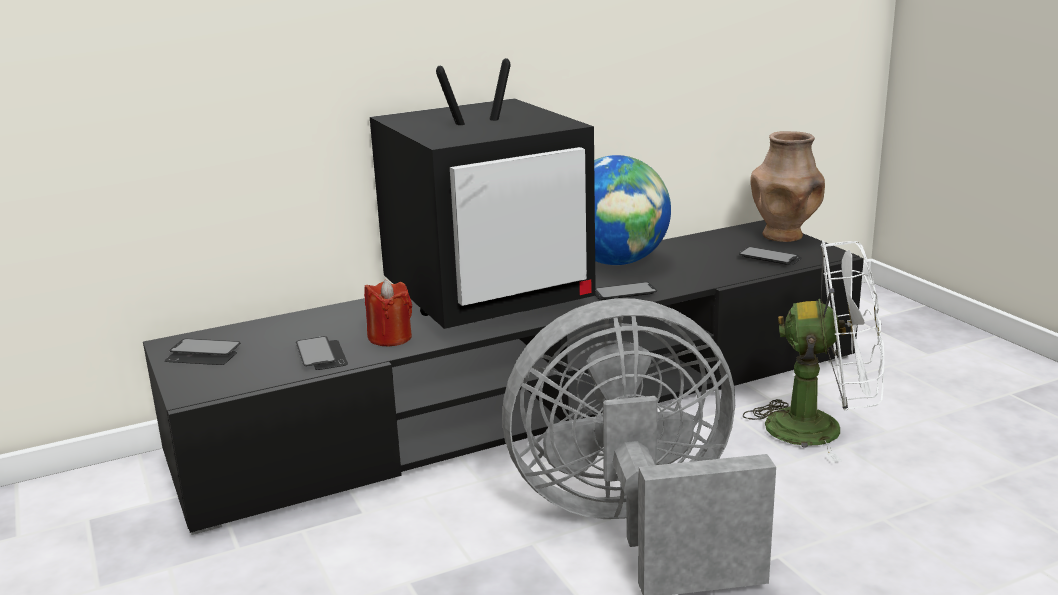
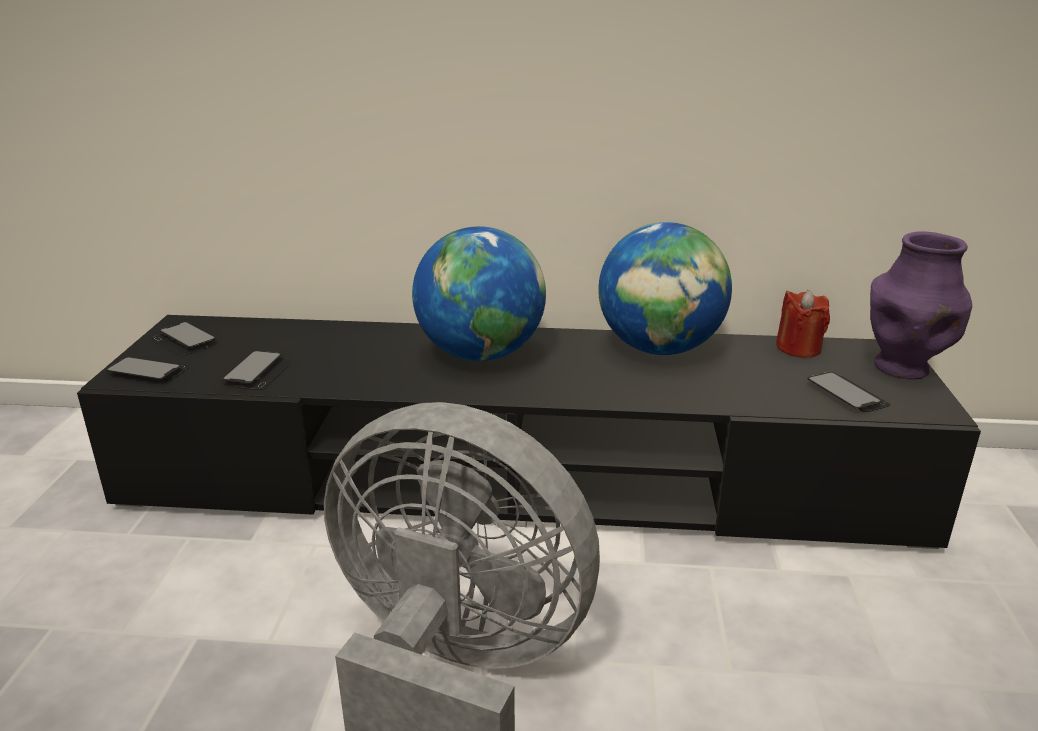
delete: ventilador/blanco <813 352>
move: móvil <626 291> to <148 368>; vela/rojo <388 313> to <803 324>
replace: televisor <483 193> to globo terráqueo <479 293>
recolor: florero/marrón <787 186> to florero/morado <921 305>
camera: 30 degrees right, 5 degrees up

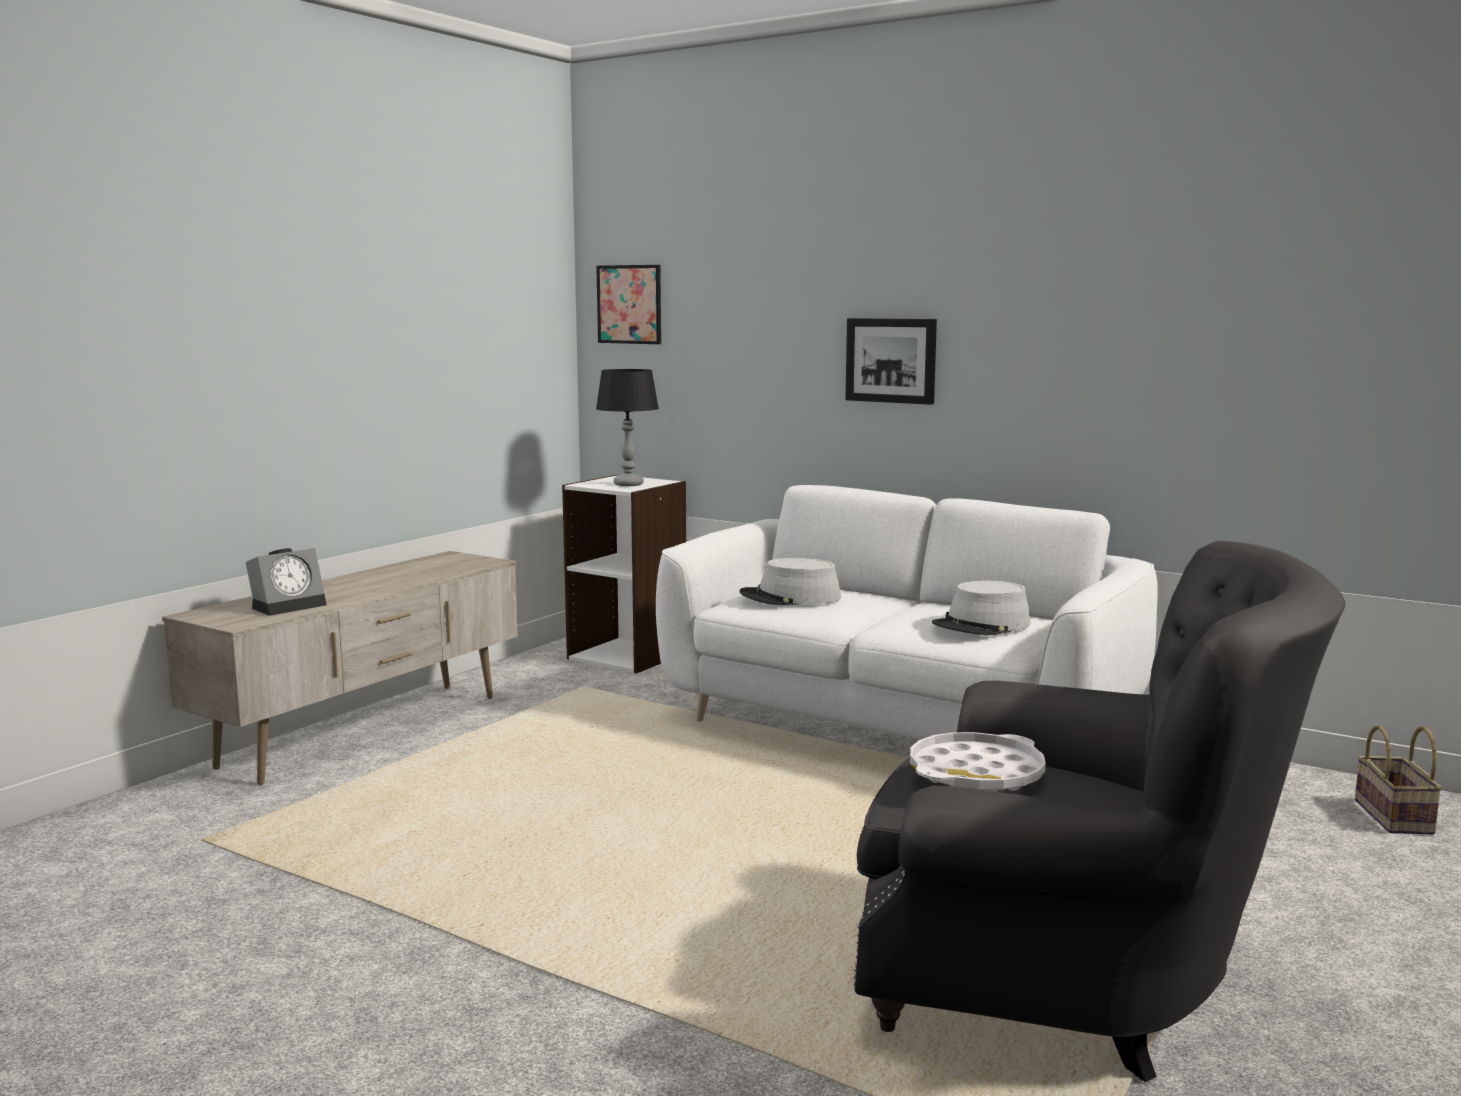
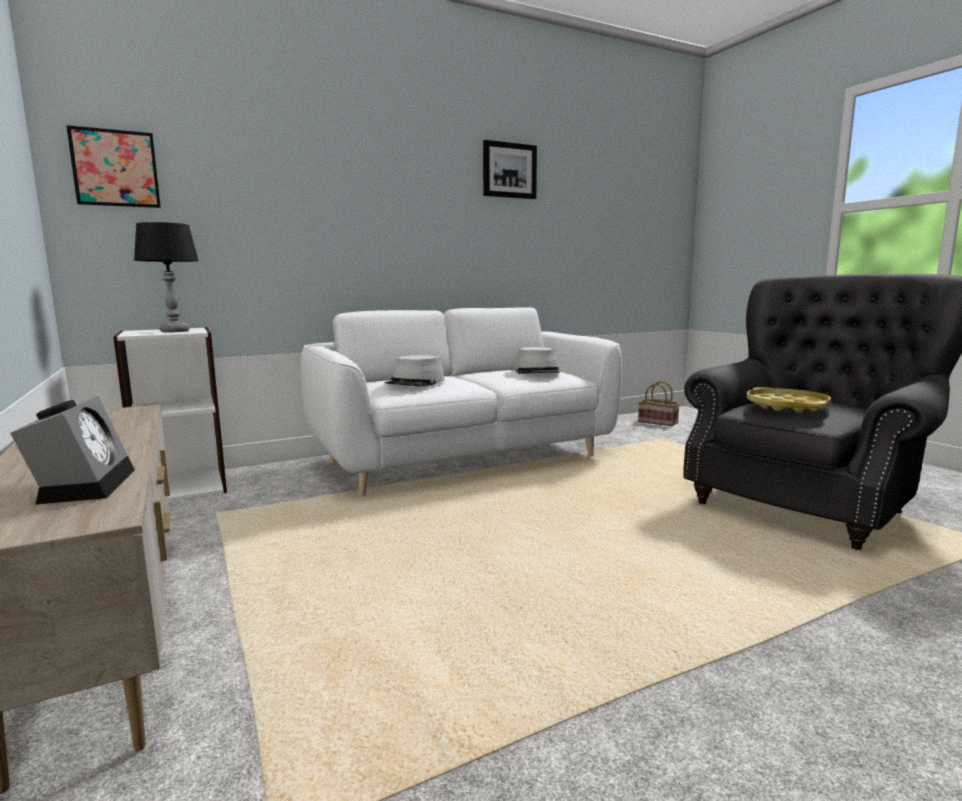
move: cuadro <891 361> to <510 169>
recolor: bandeja/blanco <978 762> to bandeja/amarillo <788 399>
camera: 60 degrees left, 0 degrees up

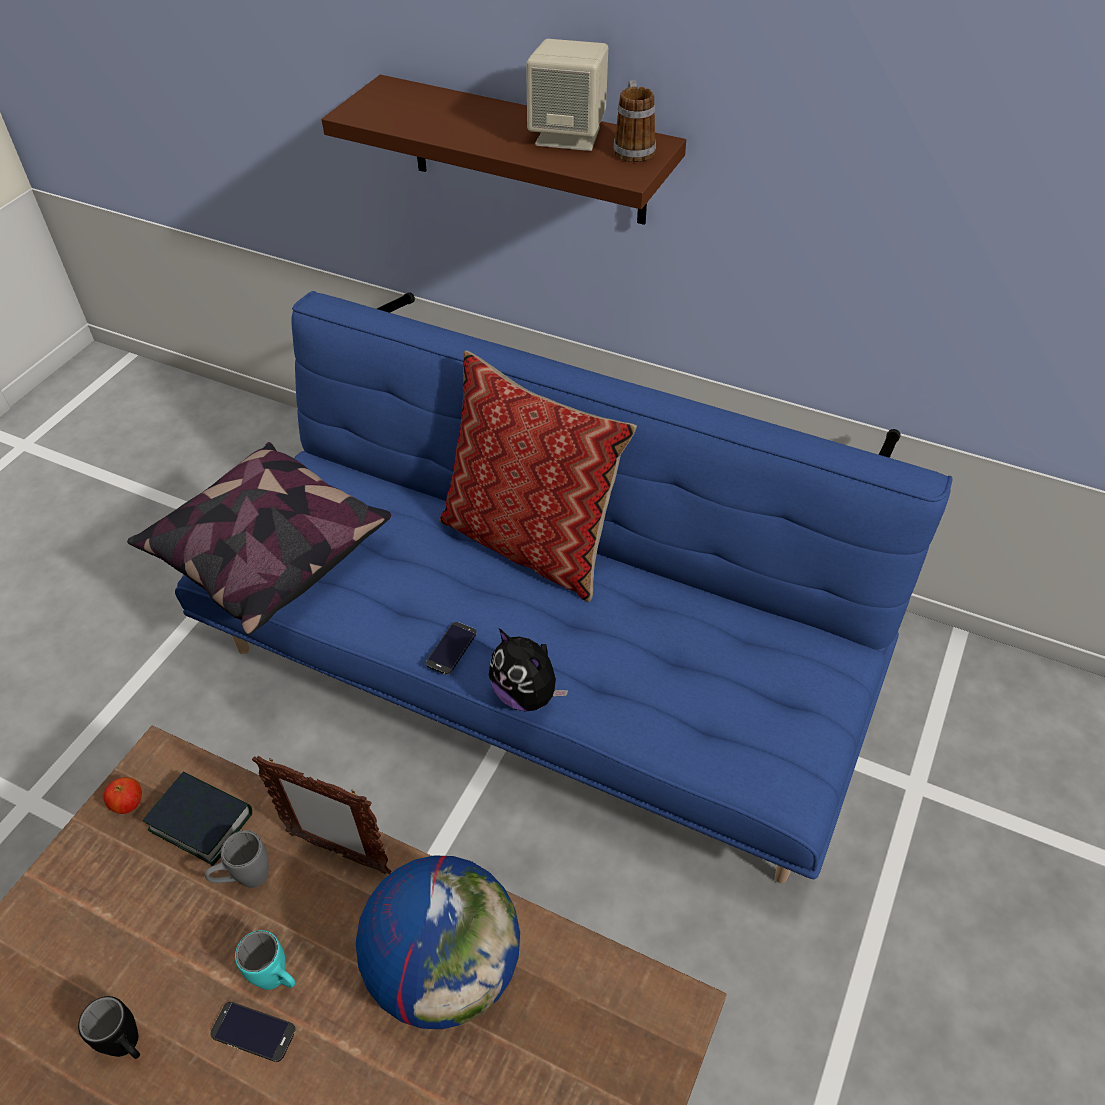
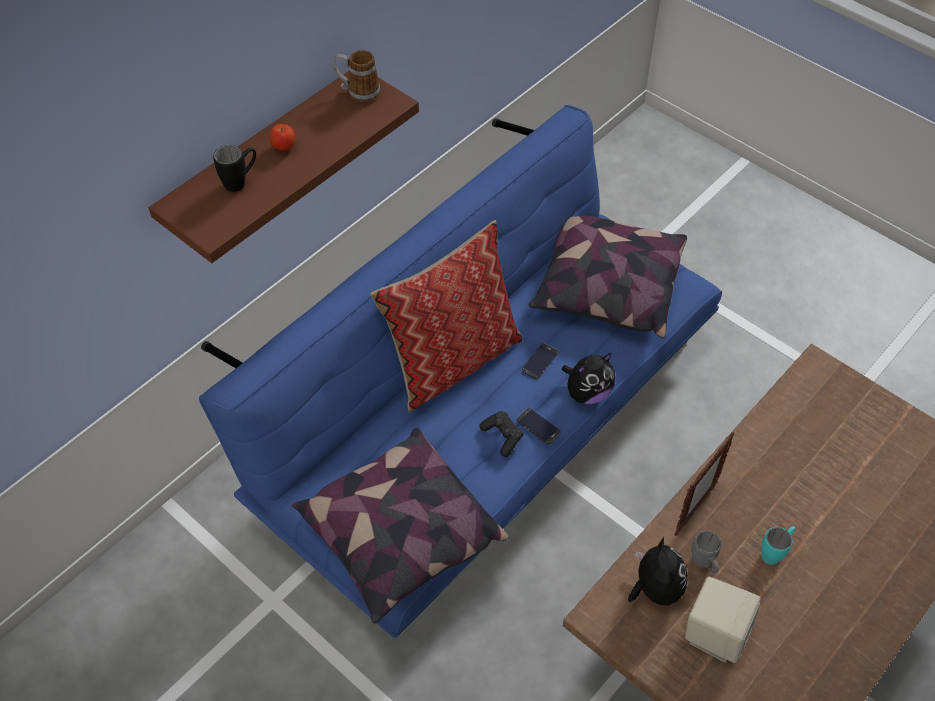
delete: globo terráqueo <438 942>
insert: mando de consola/negro <501 434>; cojín <608 277>
move: taza grande/negro <109 1027> to <234 168>; manzana <123 795> to <283 137>; móvil <253 1032> to <540 361>; altavoz/beis <567 95> to <722 620>
replace: libro <197 819> to peluche <658 571>
camera: 75 degrees left, 5 degrees up

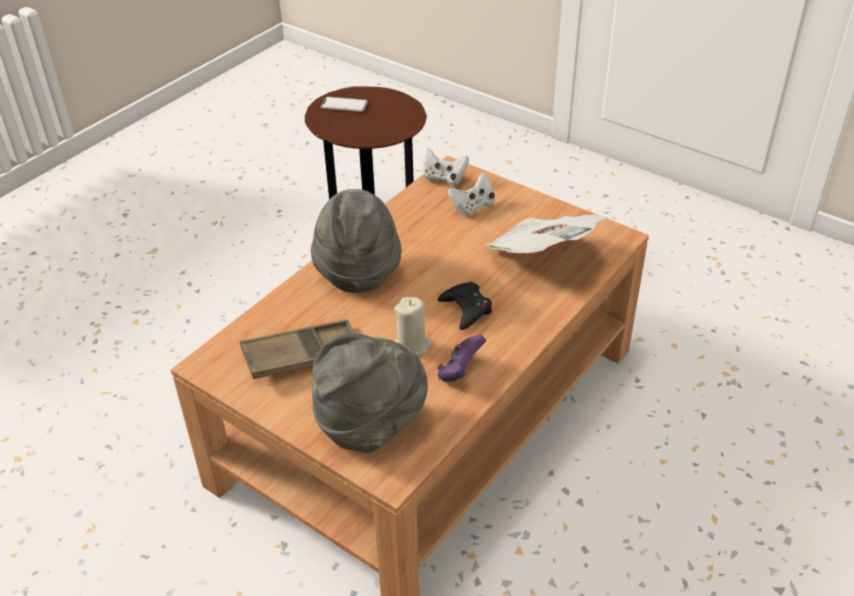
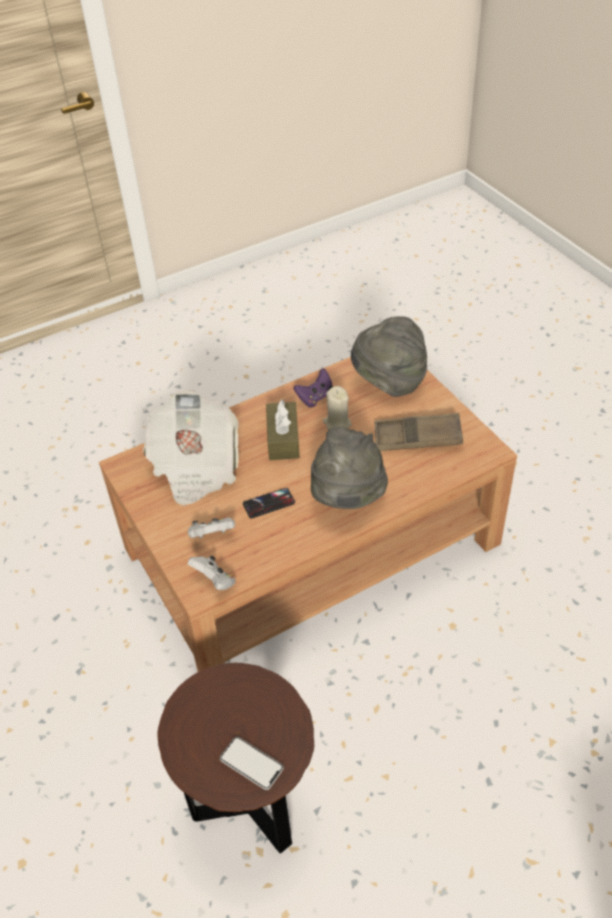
insert: móvil <269 503>
replace: mando de consola/negro <465 306> to caja de pañuelos/marrón <283 430>
camera: 155 degrees left, 5 degrees up

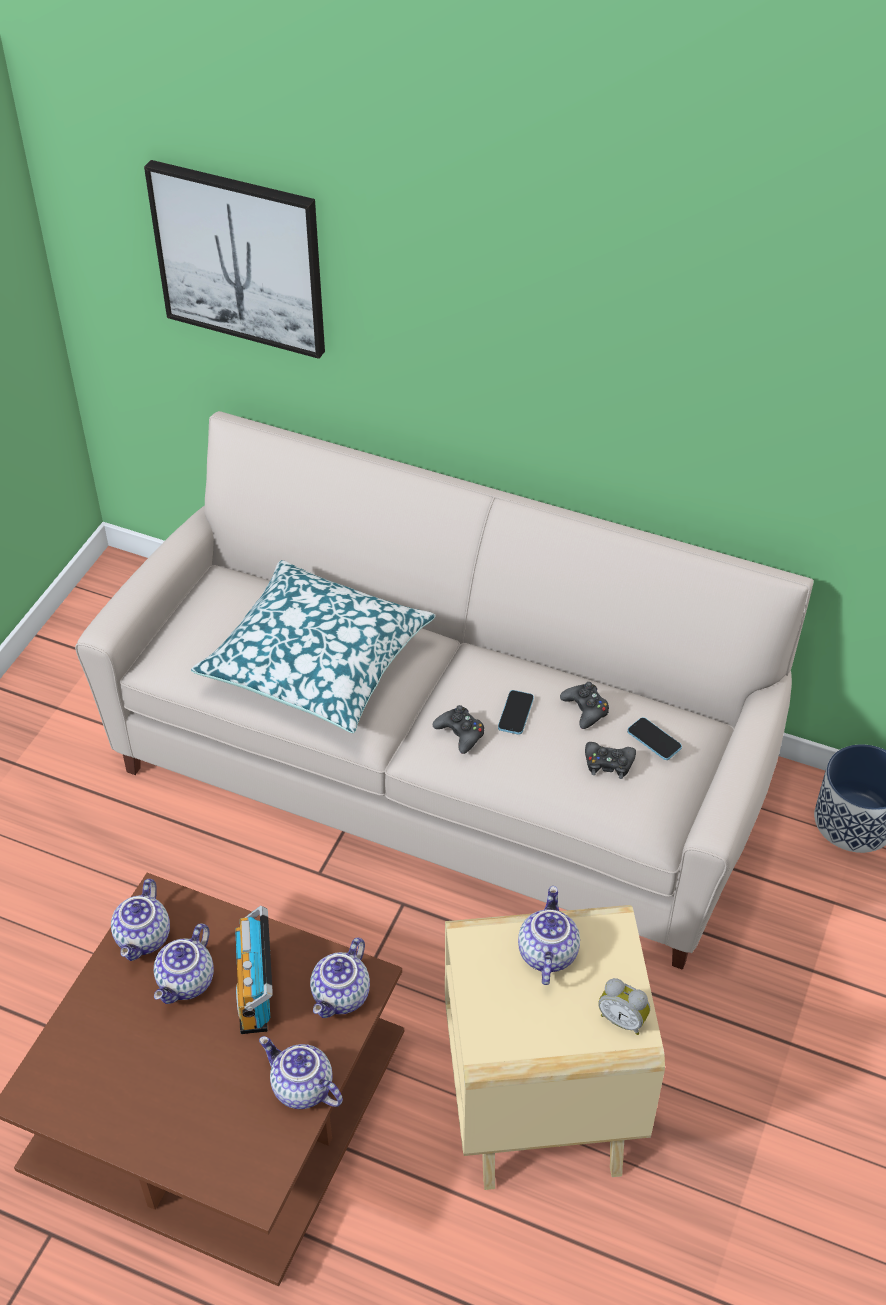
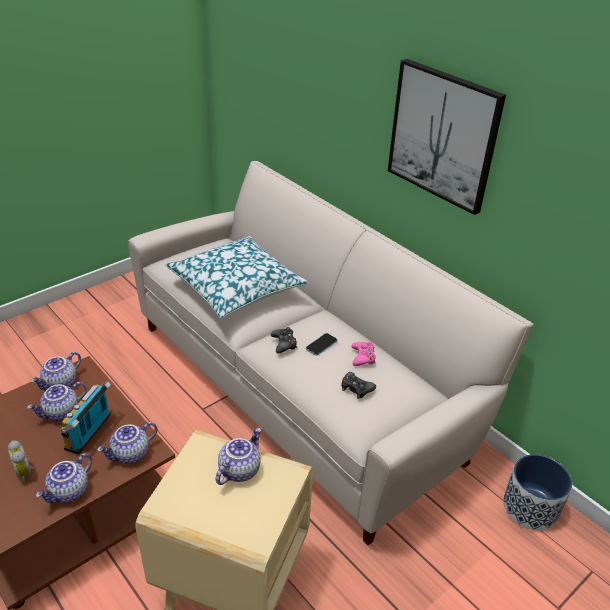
delete: móvil <654 738>
move: despertador <624 1006> to <21 462>; cuadro <234 259> to <447 137>
recolor: mando de consola/negro <584 705> to mando de consola/rosa <363 353>
rotate: tetera <301 1072> = <64 478> 120 degrees counterclockwise
camera: 25 degrees right, 10 degrees down

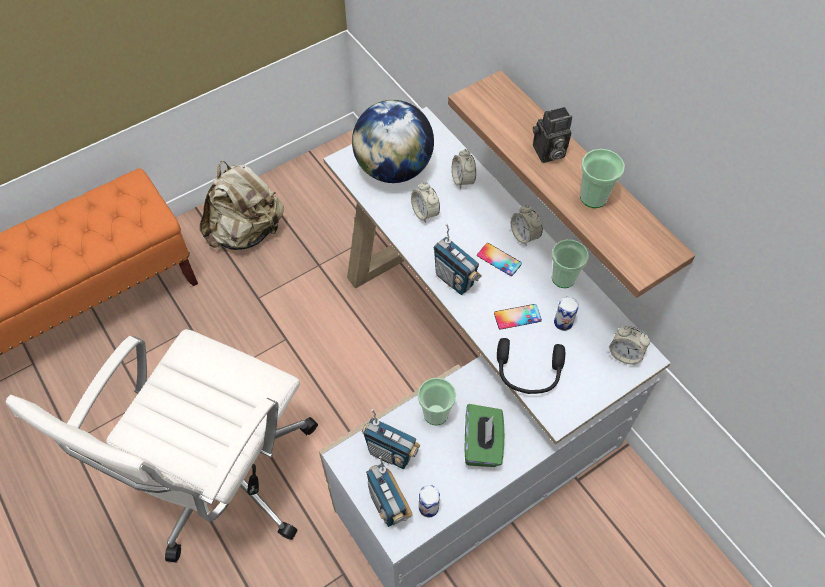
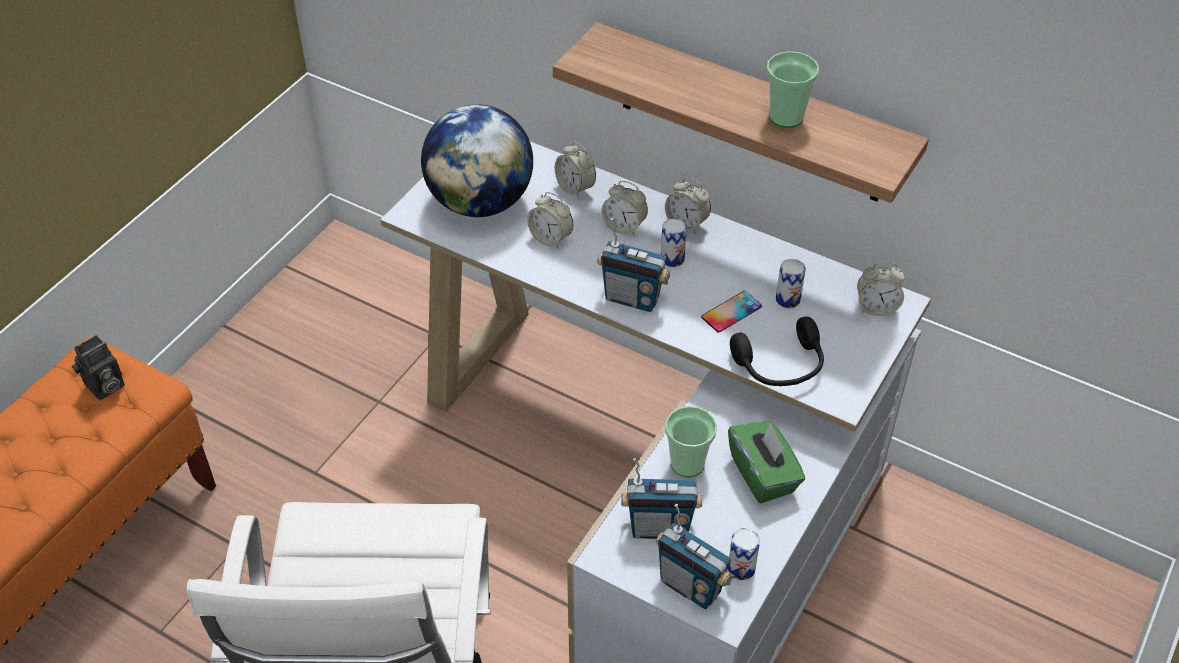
delete: mochila/beis <242 205>; taza <570 264>
insert: despertador <624 208>
move: cámara <552 135> to <98 367>
replace: móvil <499 259> to lata <674 243>
camera: 25 degrees left, 10 degrees down

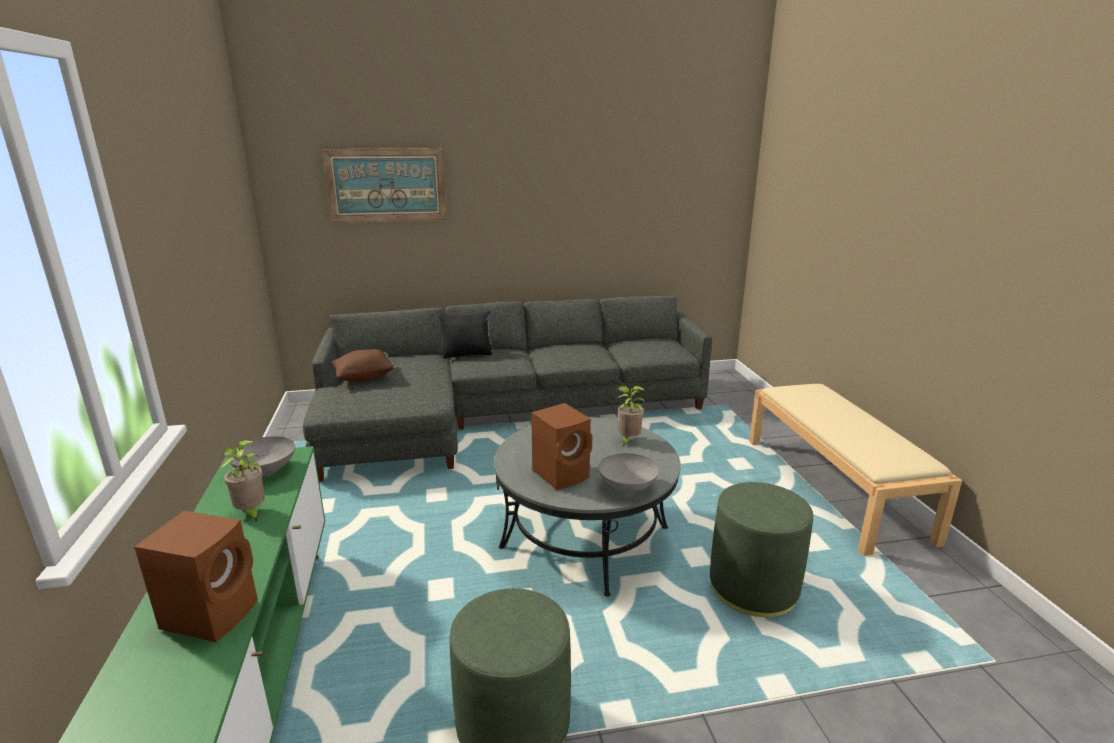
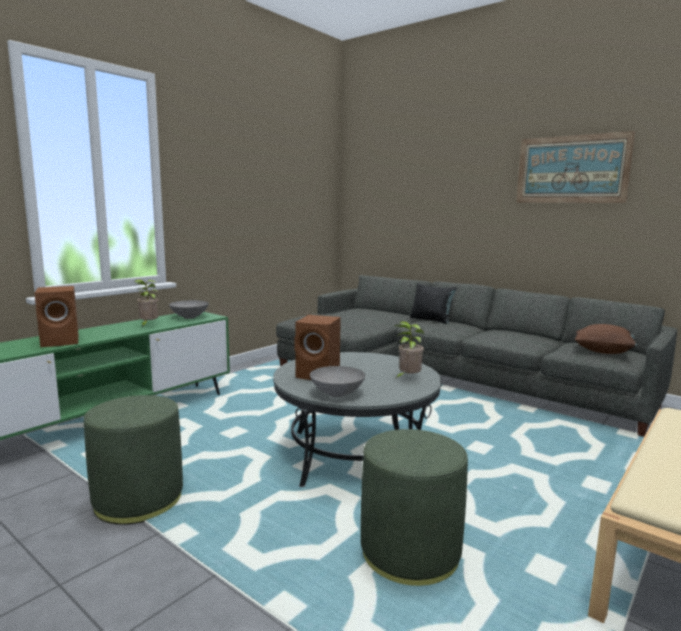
move: cuadro <384 185> to <576 167>; cojín/marrón <363 365> to <606 339>
camera: 50 degrees right, 10 degrees down

